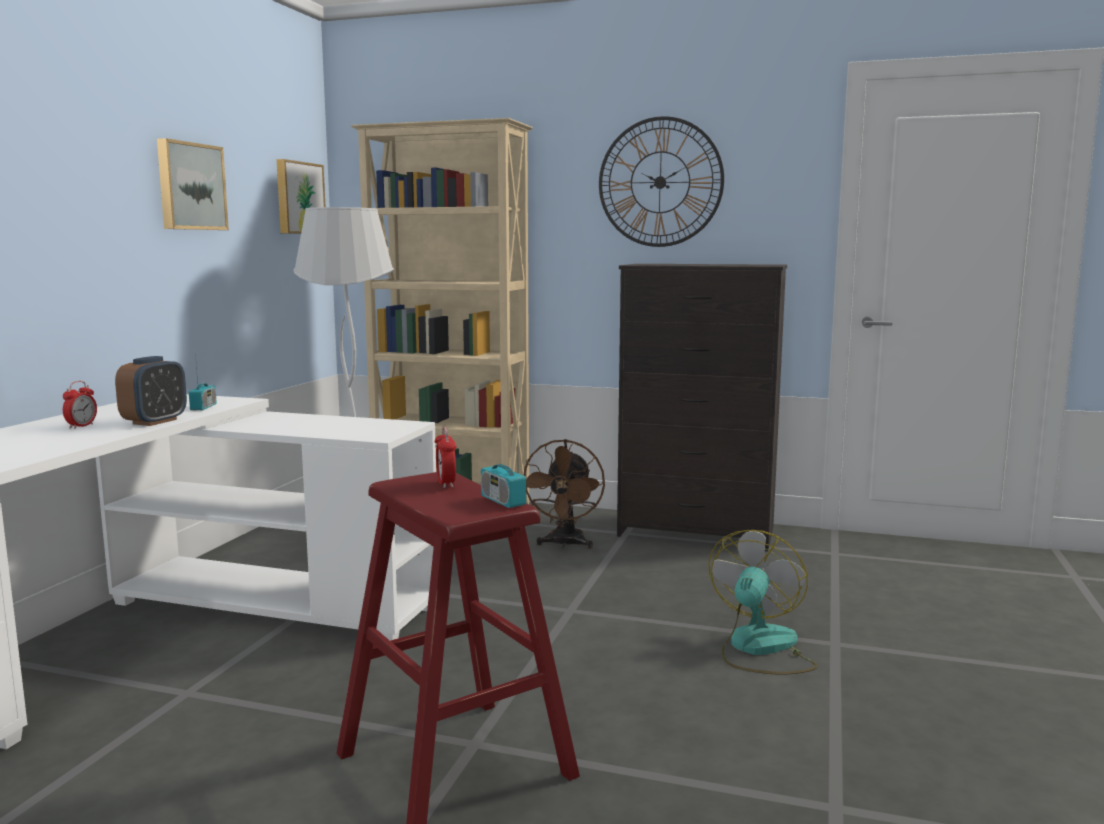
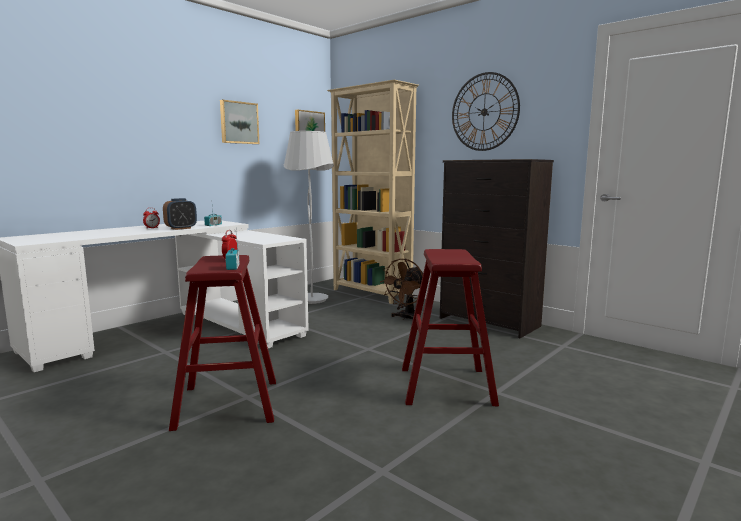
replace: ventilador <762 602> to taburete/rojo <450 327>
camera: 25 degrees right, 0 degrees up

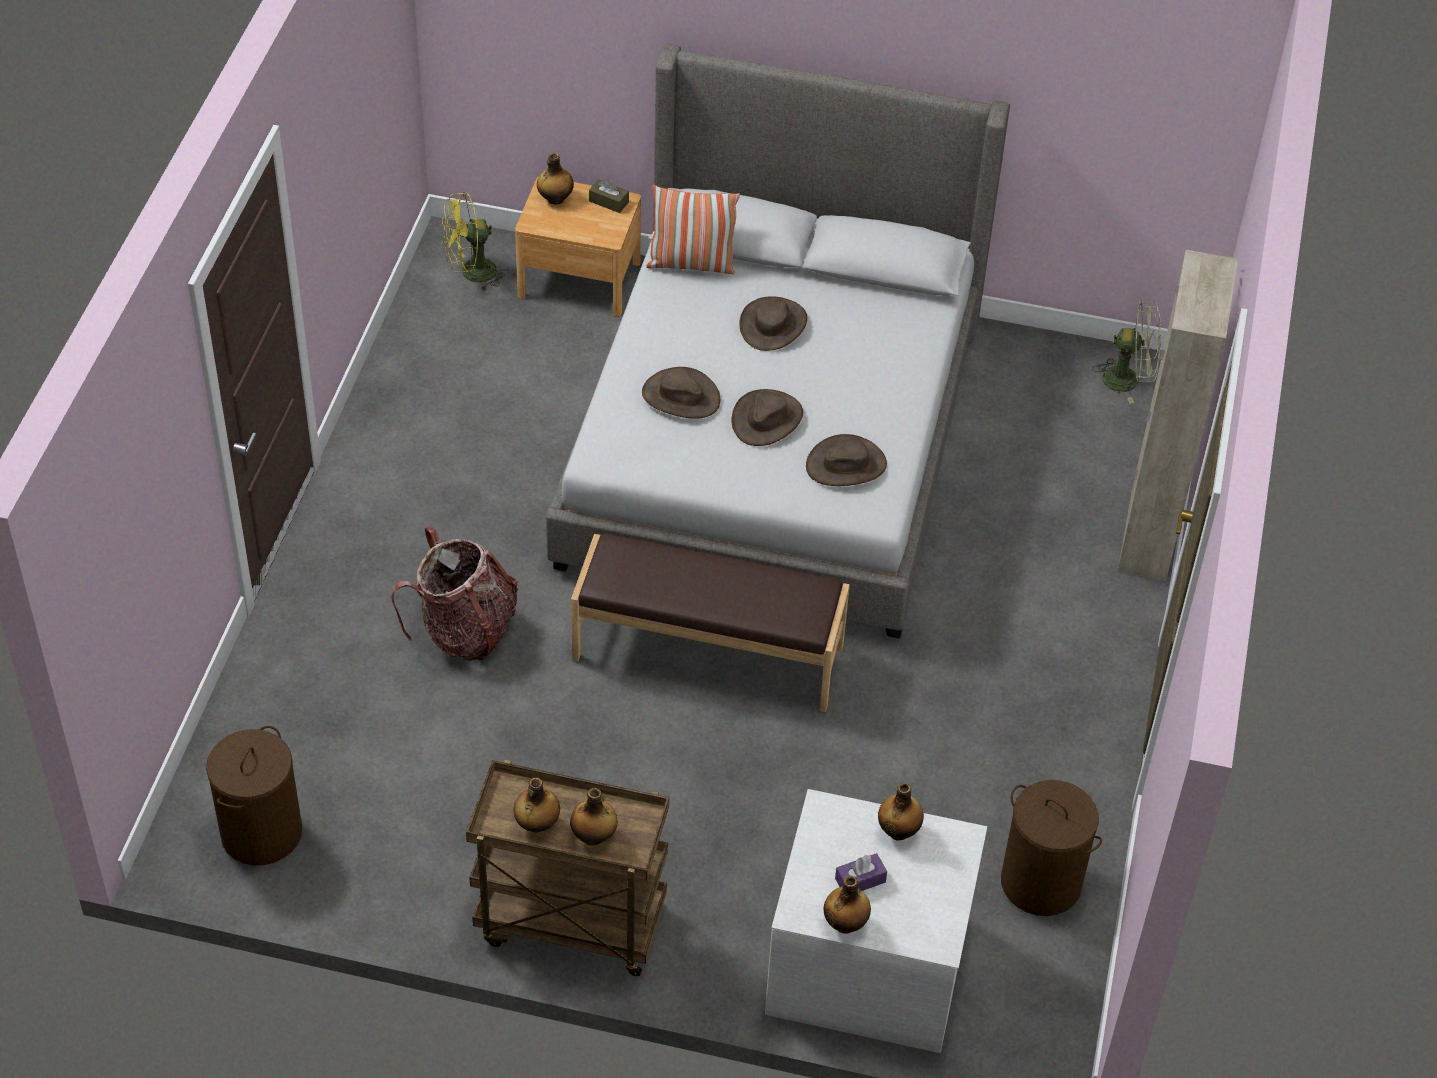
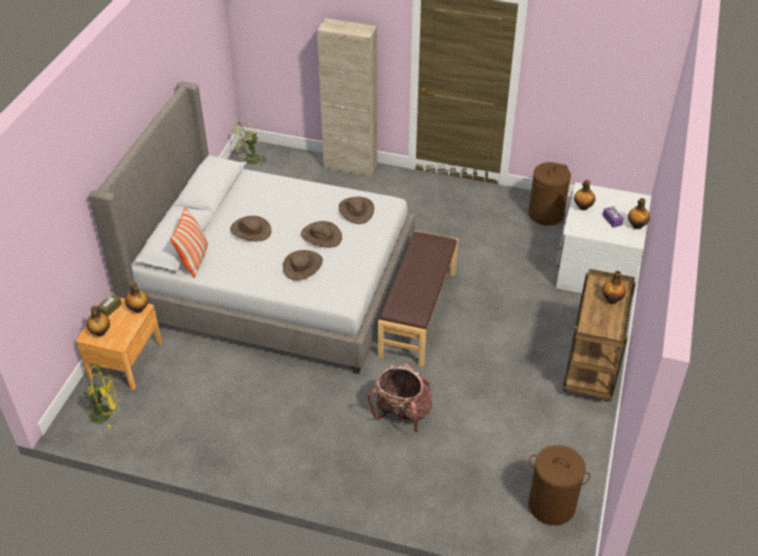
move: botella <537 805> to <136 297>
rotate: ventilador/amarillo <475 241> = <100 396> 90 degrees counterclockwise; ventilador/verde <1126 351> = <248 143> 150 degrees counterclockwise
camera: 85 degrees left, 5 degrees down

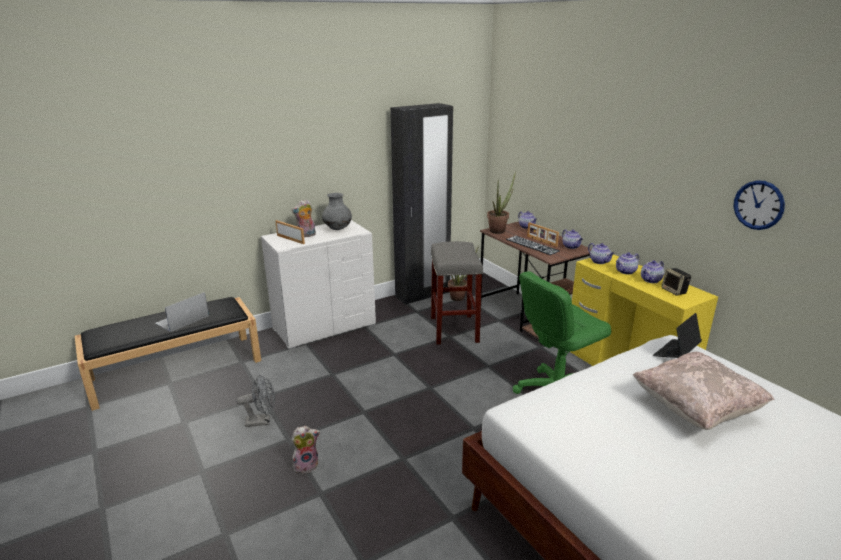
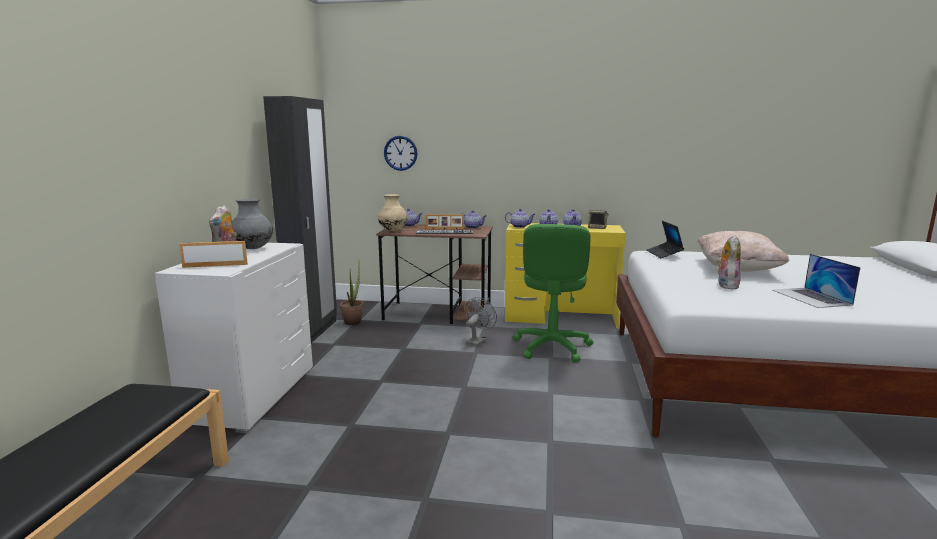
delete: taburete/gris <457 293>
move: reloj de pared <759 205> to <400 153>; ventilador/gris <255 401> to <481 322>; peluche <305 449> to <728 261>; portátil <182 312> to <816 281>
replace: planta en maceta <501 202> to florero/beis <393 212>
camera: 50 degrees left, 10 degrees down

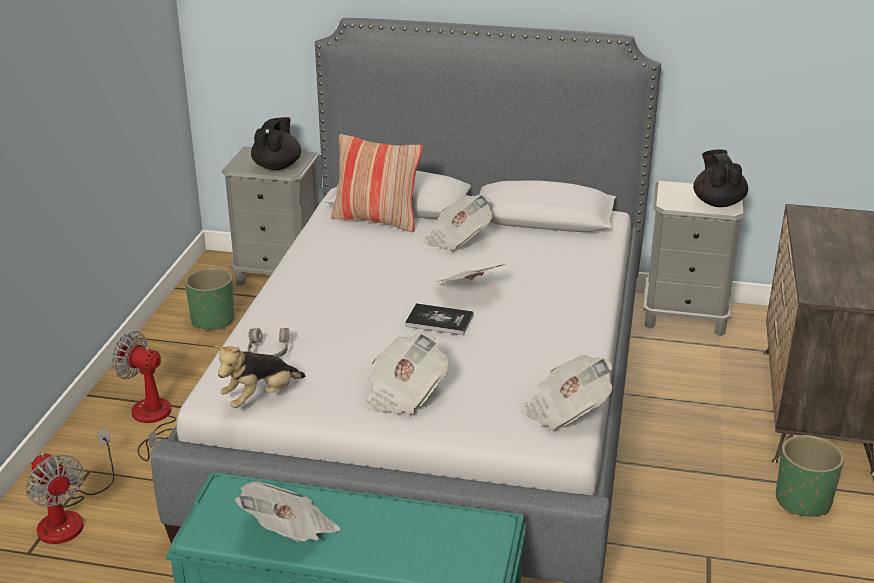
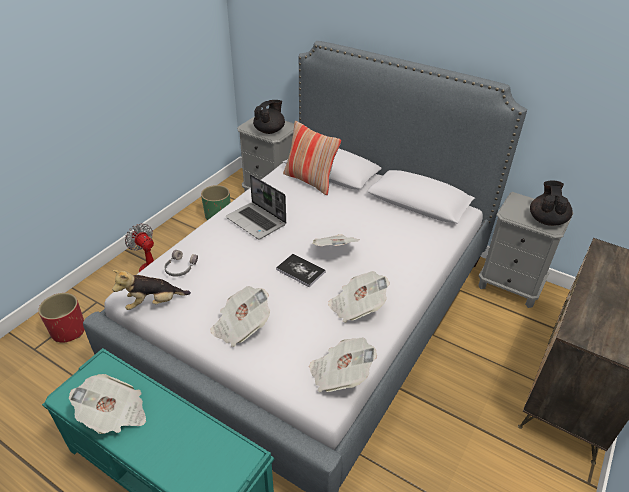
delete: maceta/verde <810 476>
insert: portátil <256 206>
move: periódico <458 223> to <359 297>
replace: ventilador <70 486> to maceta/rojo <61 317>
camera: 20 degrees right, 10 degrees up

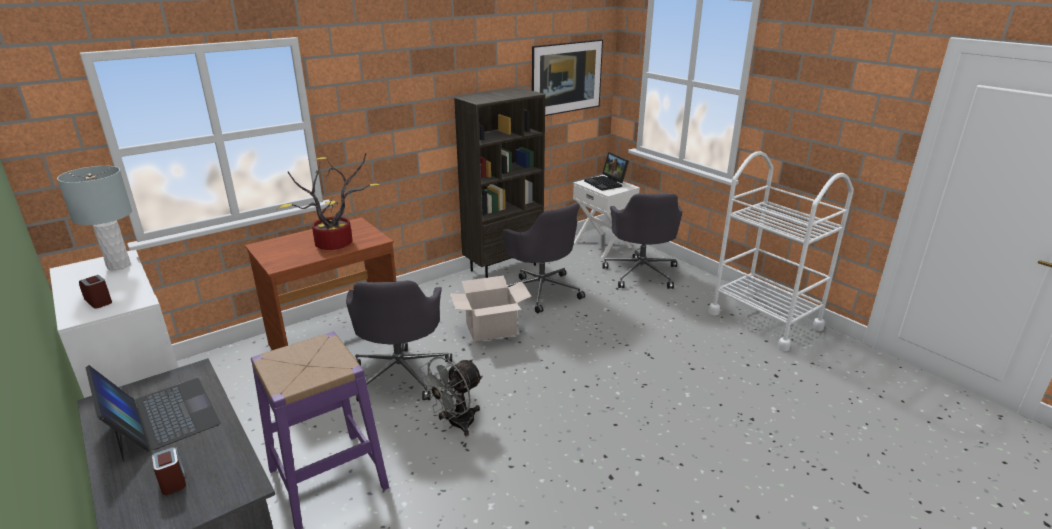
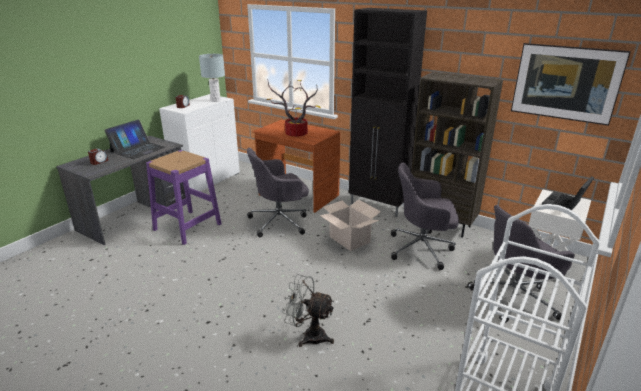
insert: armario/negro <388 112>
move: ventilador/gris <450 396> to <308 310>
rotate: silla de oficina/gris <543 258> = <425 216> 60 degrees clockwise
camera: 70 degrees right, 0 degrees up

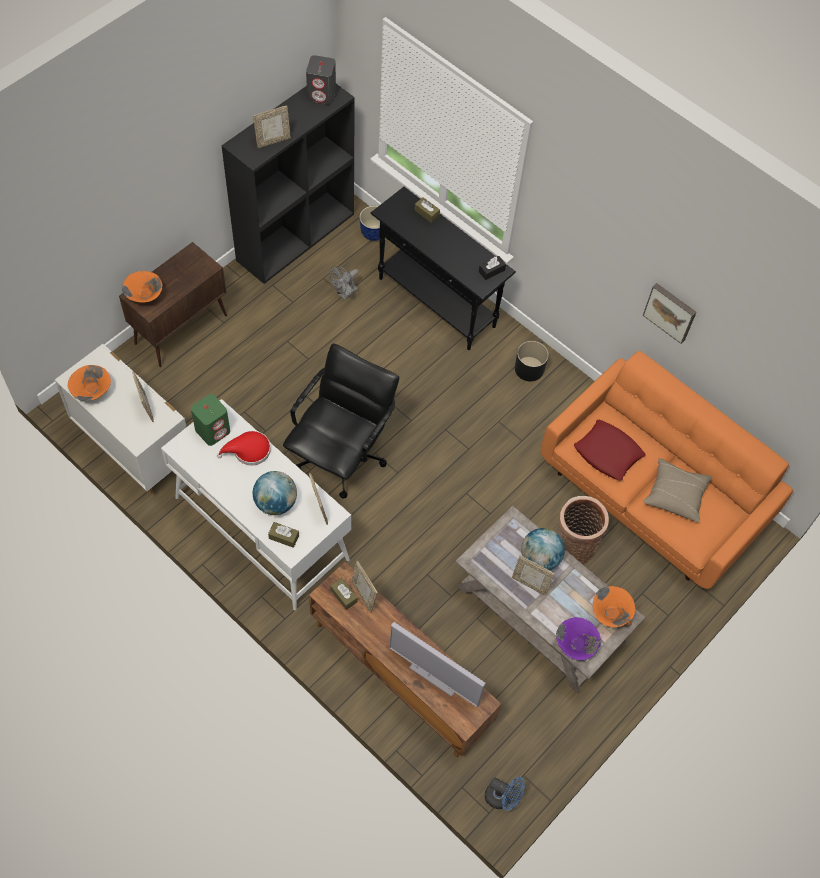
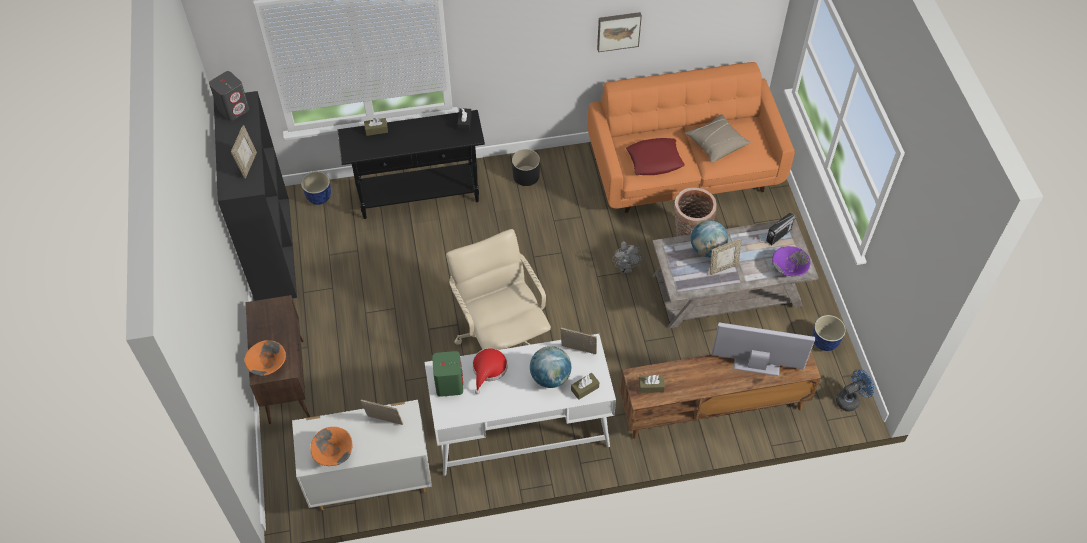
delete: portarretratos <364 586>
insert: maceta <829 333>
move: ventilador/gris <344 282> to <628 257>
replace: cuenco/naranja <614 606> to radio <781 229>
recolor: silla de oficina/negro <341 421> to silla de oficina/beis <498 289>
rotate: televisor <437 664> = <763 349> 150 degrees counterclockwise
camera: 50 degrees left, 5 degrees down

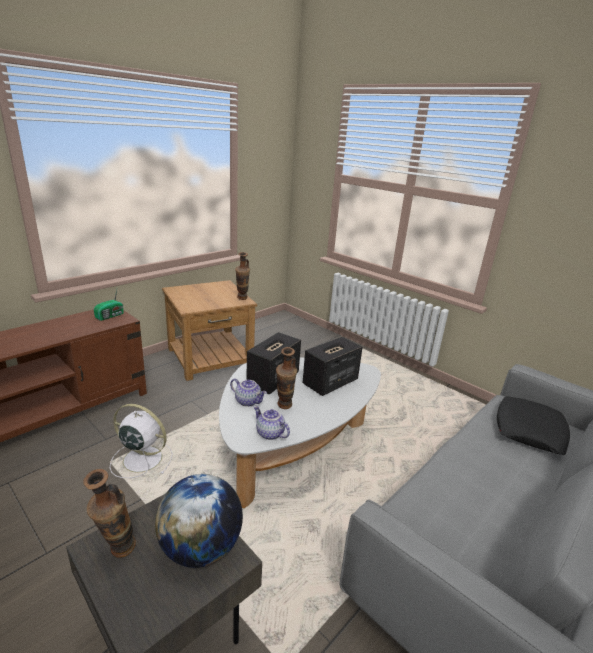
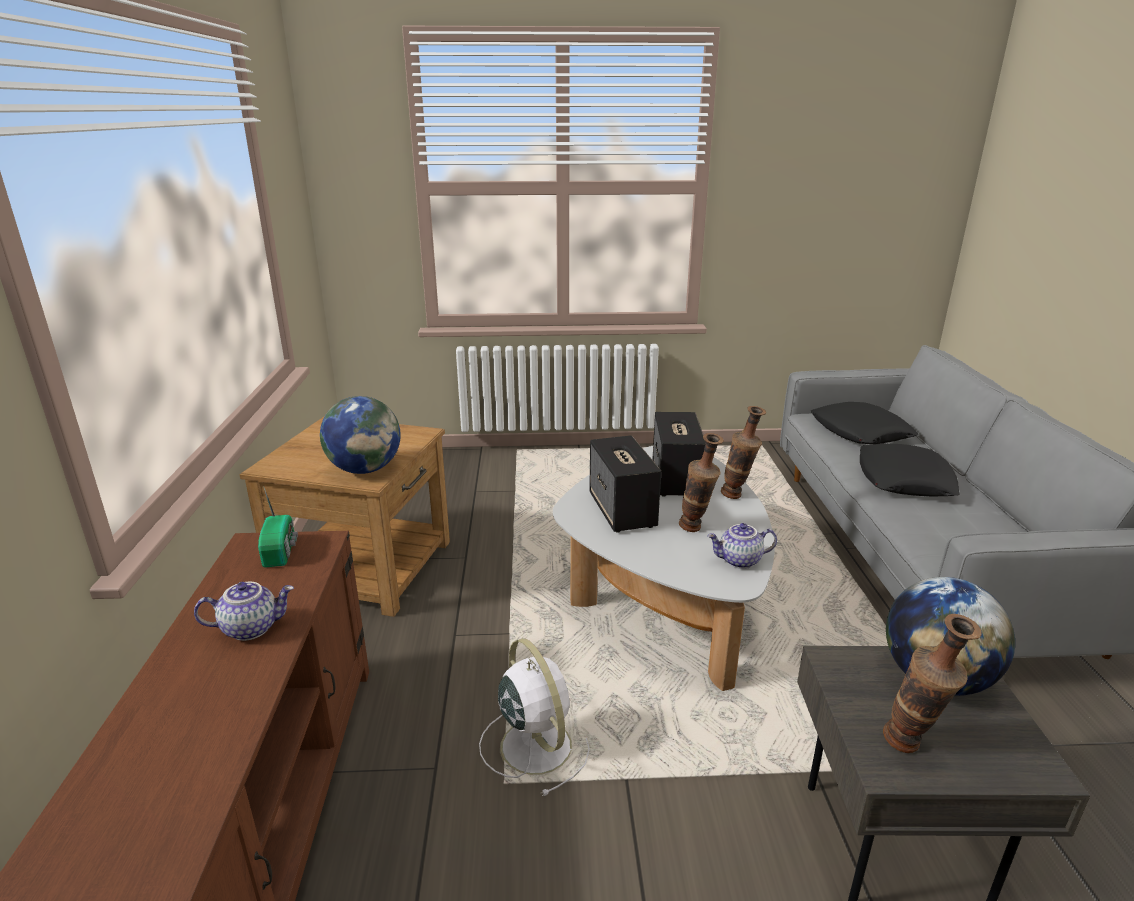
insert: globo terráqueo <360 435>; cojín/negro <910 469>
move: tetera <248 393> to <244 611>; florero <242 276> to <743 452>
rotate: ventilador/blanco <141 441> = <534 717> 90 degrees clockwise
camera: 45 degrees left, 0 degrees up

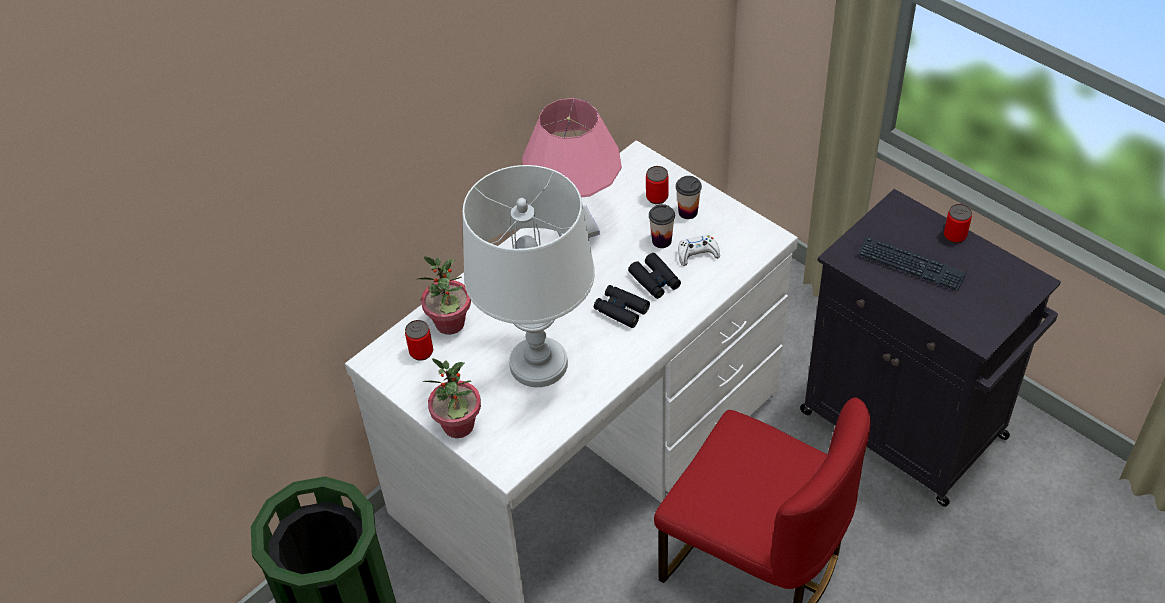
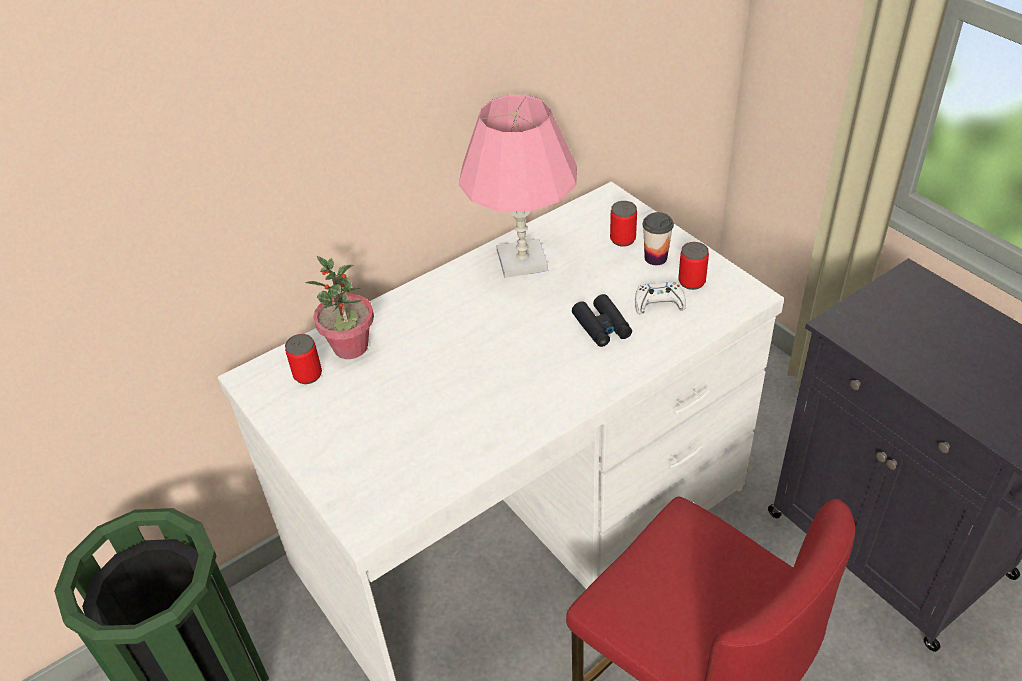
delete: planta en maceta <452 398>; lámpara de mesa/blanco <528 276>; prismáticos/negro <622 306>; taza <662 226>; teclado <912 263>
move: lata <958 223> to <693 266>
camera: 10 degrees right, 5 degrees down

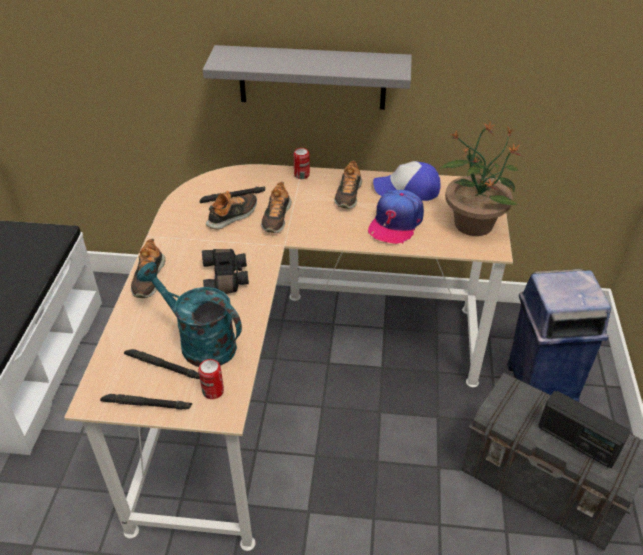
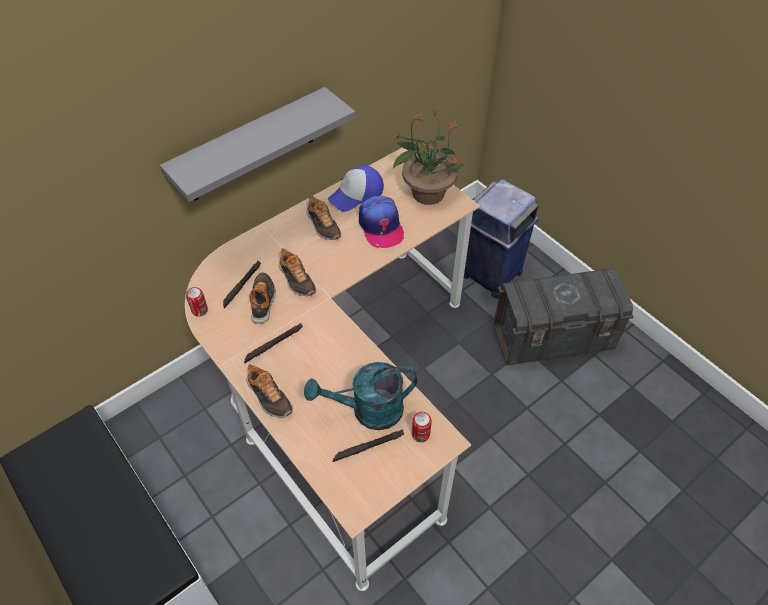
delete: prismáticos/negro <225 271>; radio <584 429>
move: lata <301 163> to <197 302>; linterna/negro <146 402> to <273 343>
camera: 45 degrees left, 10 degrees up

